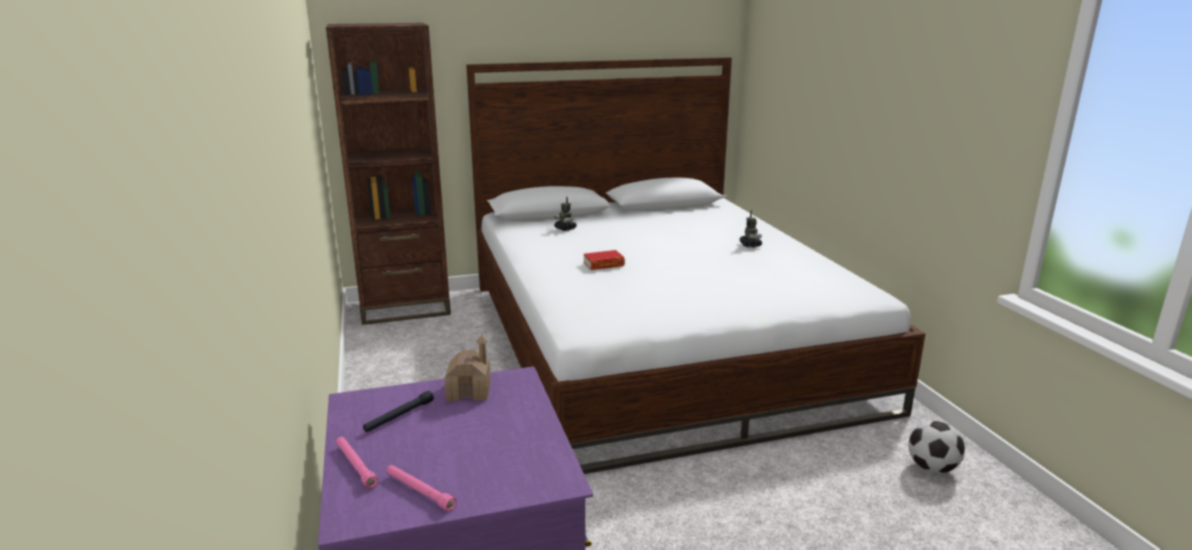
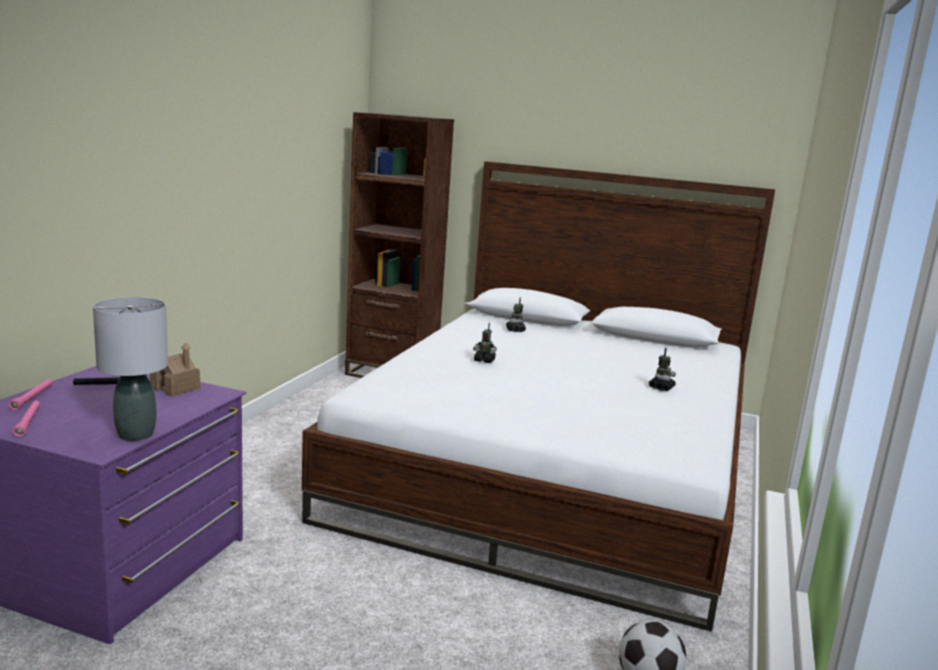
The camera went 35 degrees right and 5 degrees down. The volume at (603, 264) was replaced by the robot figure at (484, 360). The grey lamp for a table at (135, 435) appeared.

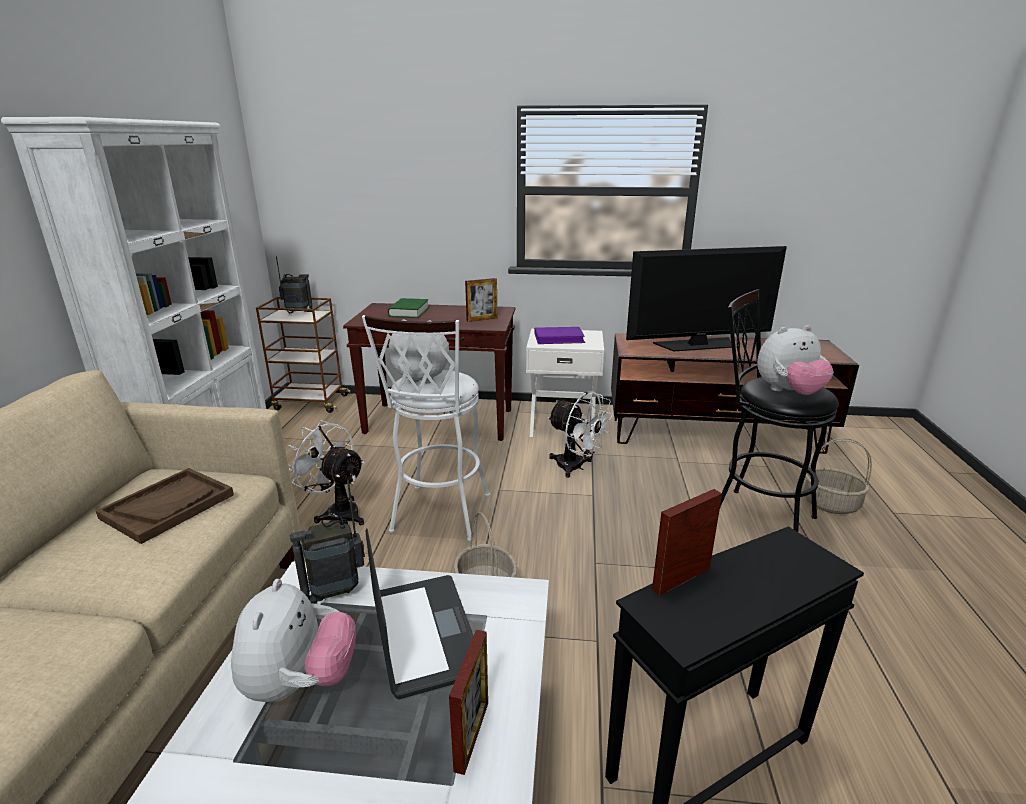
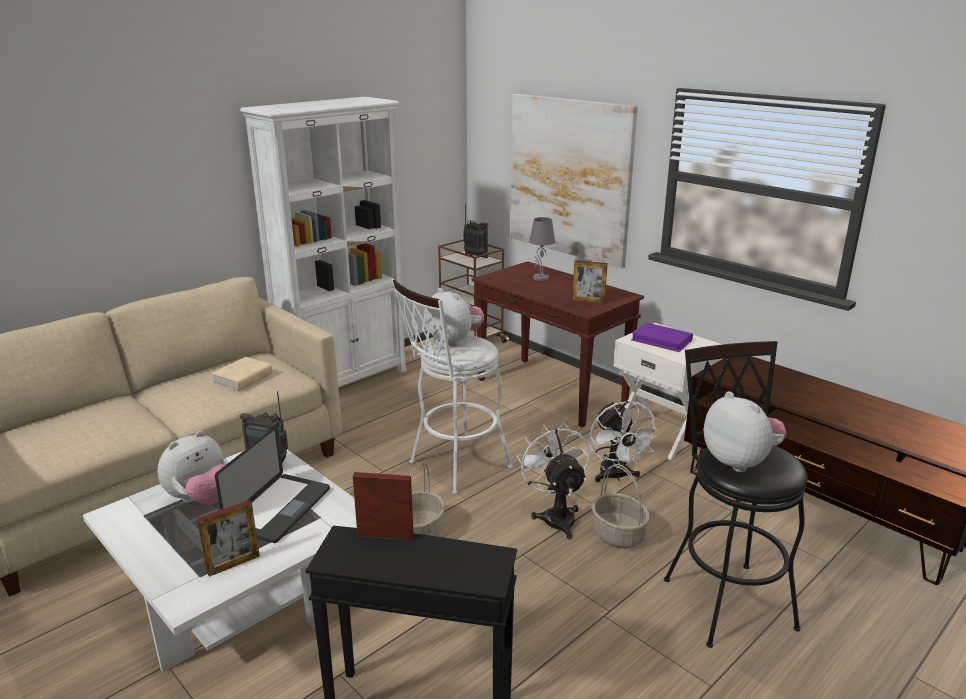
The camera went 40 degrees right and 0 degrees up. The television at (697, 345) disappeared. The green-coloured volume at (409, 312) was replaced by the grey lamp for a table at (540, 278). The soft toy at (788, 392) turned 150 degrees counterclockwise. The white-coloured electric fan moved from (337, 512) to (556, 516). The storage basket moved from (831, 504) to (618, 535). The brown carrying tray at (168, 506) was replaced by the sand-coloured volume at (243, 378). The wall picture at (569, 178) appeared.

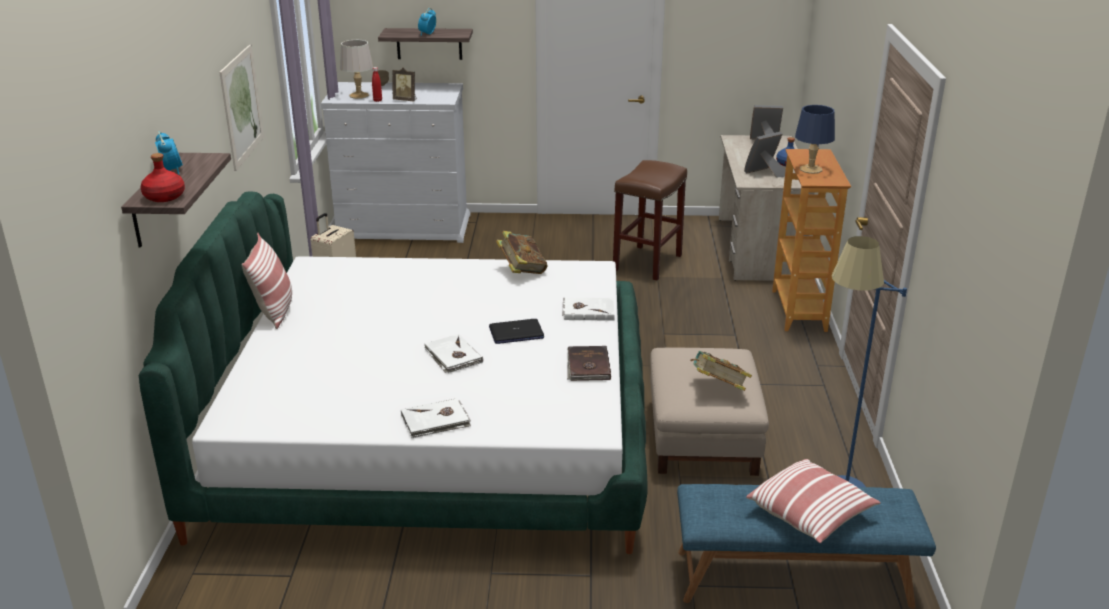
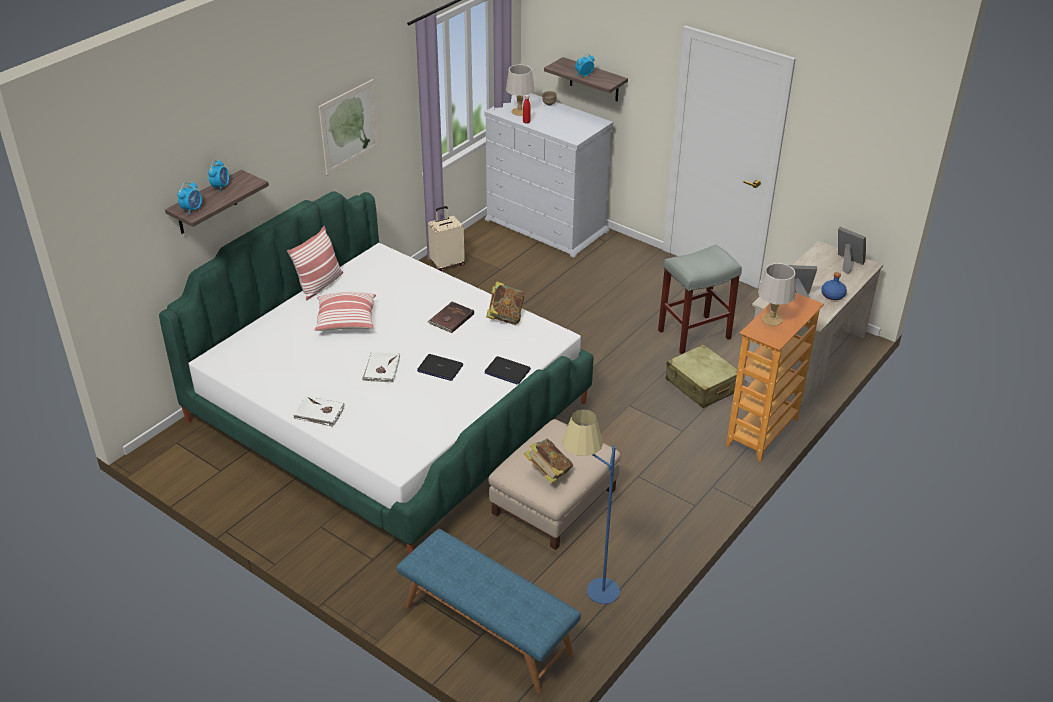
The camera went 35 degrees right and 10 degrees up. The photo frame at (405, 100) disappeared. The bluish lamp for a table at (810, 169) became the grey lamp for a table at (771, 319). The red-coloured drink bottle at (164, 196) was replaced by the alarm clock at (192, 209). The brown stool seat at (647, 262) became the grey stool seat at (694, 334). The white-coloured volume at (588, 311) was replaced by the portable computer at (507, 371). The brown volume moved from (587, 366) to (451, 319). The throw pillow moved from (811, 514) to (346, 321). The sand-coloured suitcase at (702, 385) appeared.

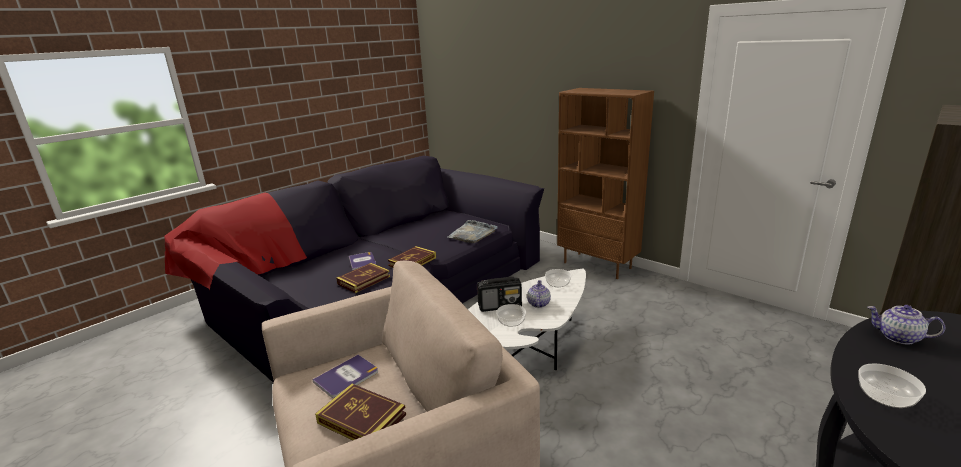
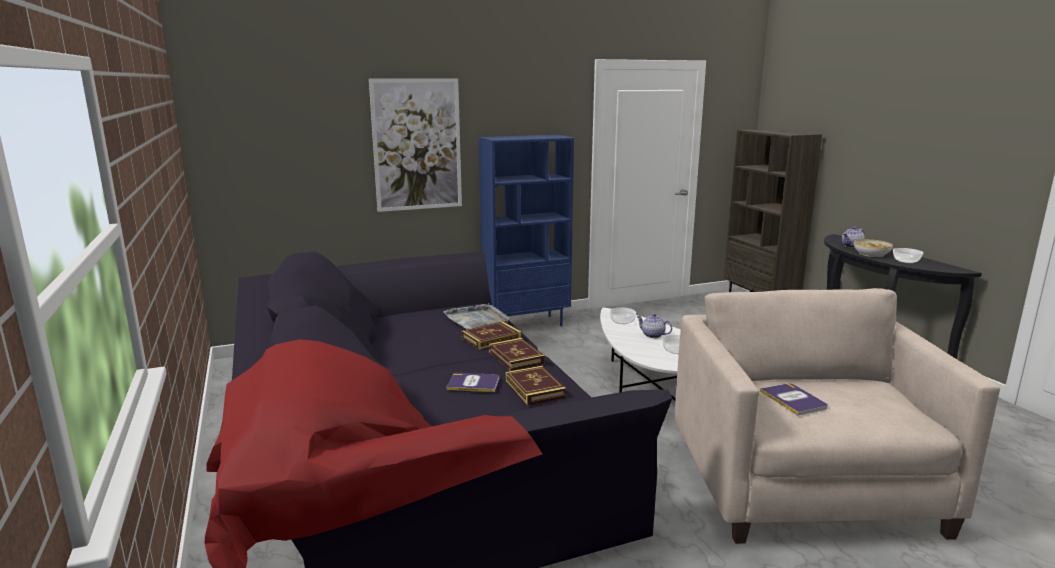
The camera went 65 degrees left and 5 degrees down. The brown bookshelf at (598, 265) became the bluish bookshelf at (526, 324). The radio set at (500, 306) disappeared. The volume moved from (362, 419) to (491, 338). The wall picture at (417, 145) appeared. The bowl at (871, 254) appeared.

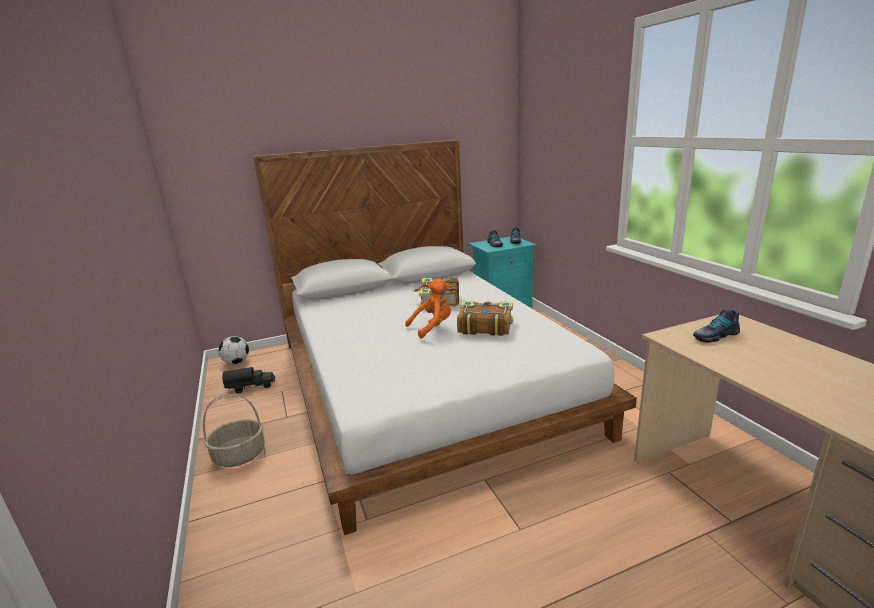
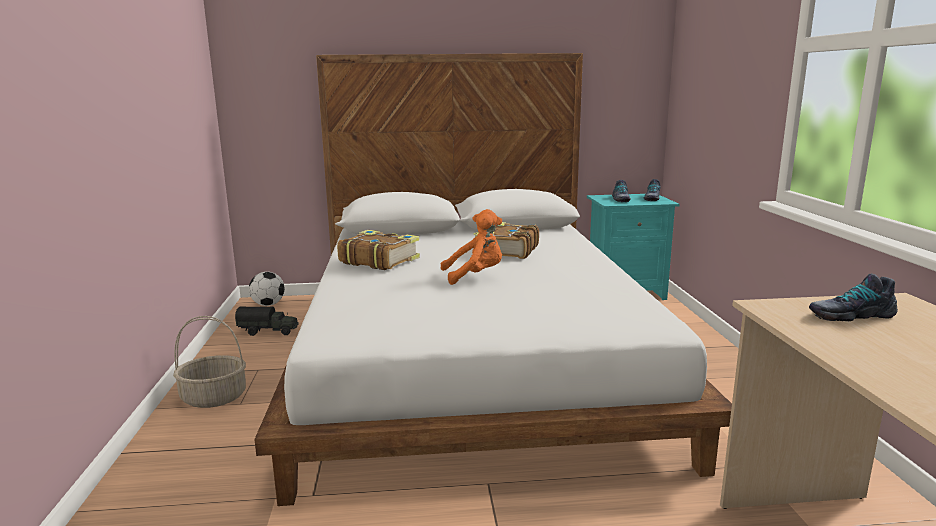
The camera went 15 degrees right and 5 degrees down. The volume moved from (484, 326) to (379, 260).

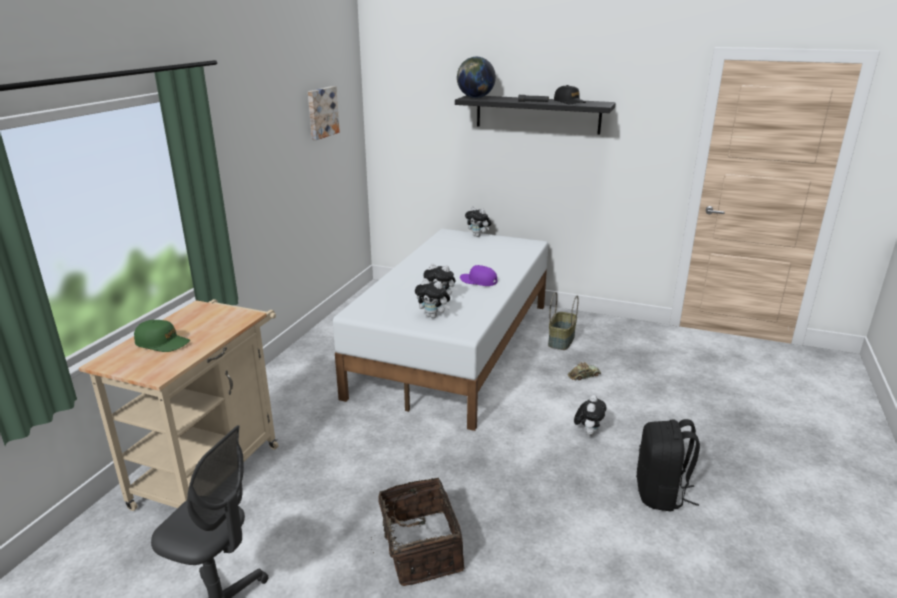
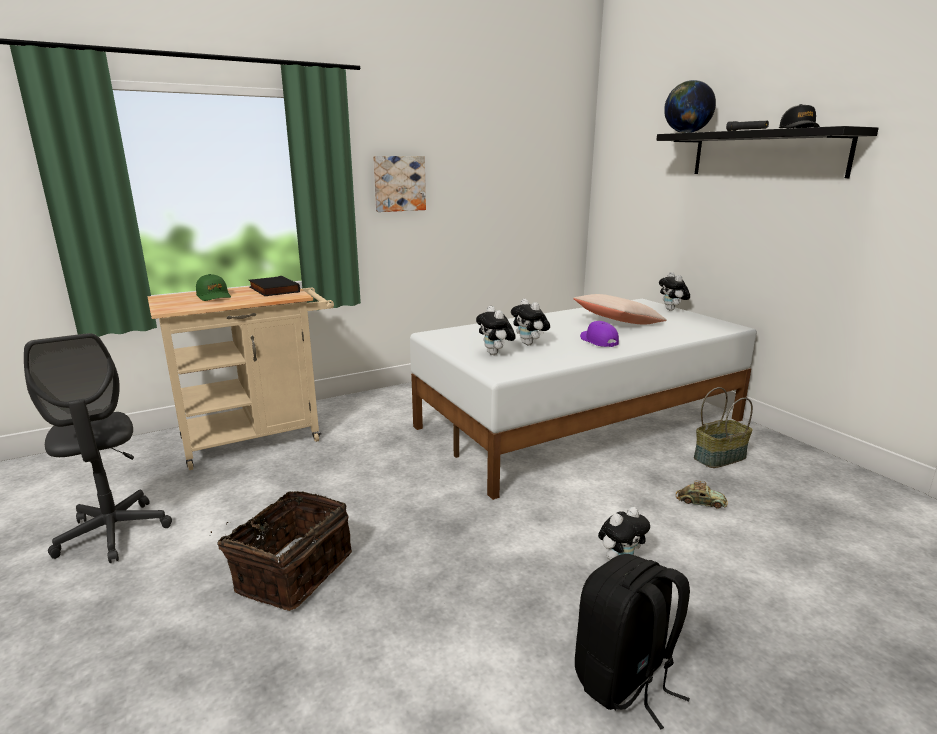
The camera went 40 degrees right and 5 degrees down. The wall picture moved from (321, 112) to (399, 183). The blackish volume at (272, 290) appeared. The sand-coloured throw pillow at (618, 322) appeared.

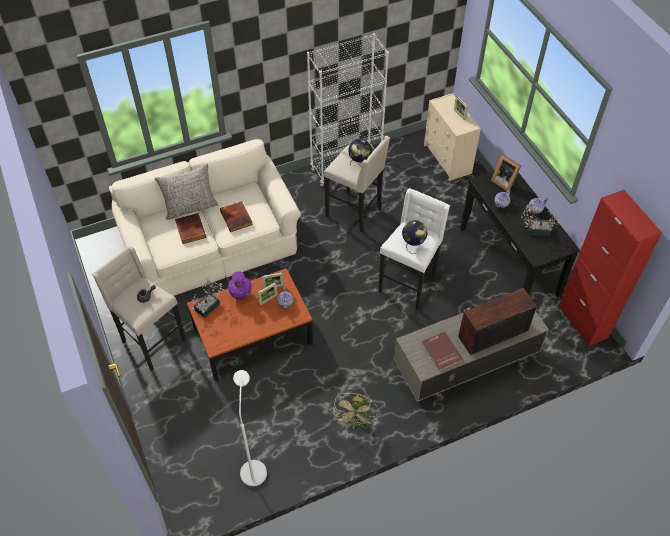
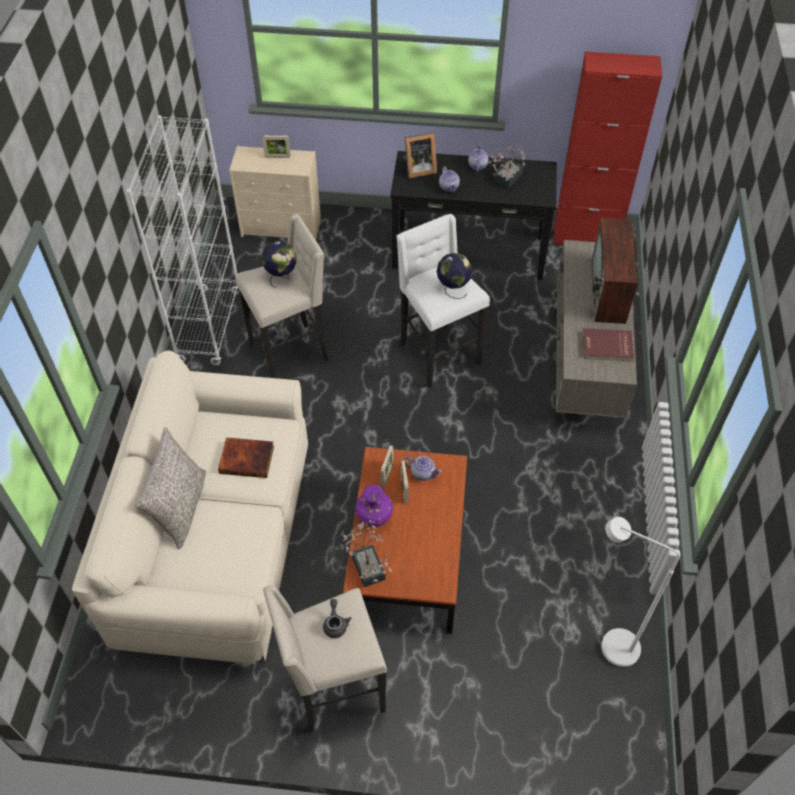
The camera went 60 degrees left and 0 degrees up. The volume at (190, 230) disappeared. The green-coloured electric fan at (357, 422) disappeared.

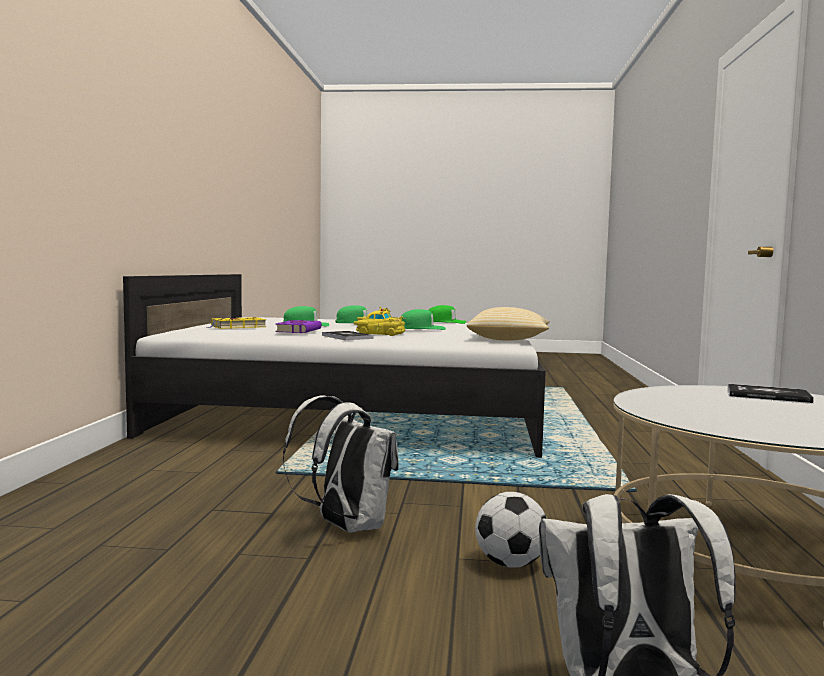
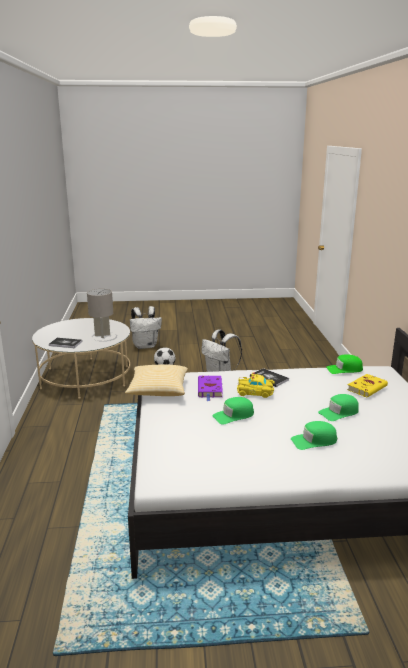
The camera went 170 degrees right and 15 degrees up. The green-coloured baseball cap moved from (445, 322) to (344, 369). The purple volume moved from (299, 330) to (210, 389). The grey lamp for a table at (102, 335) appeared.

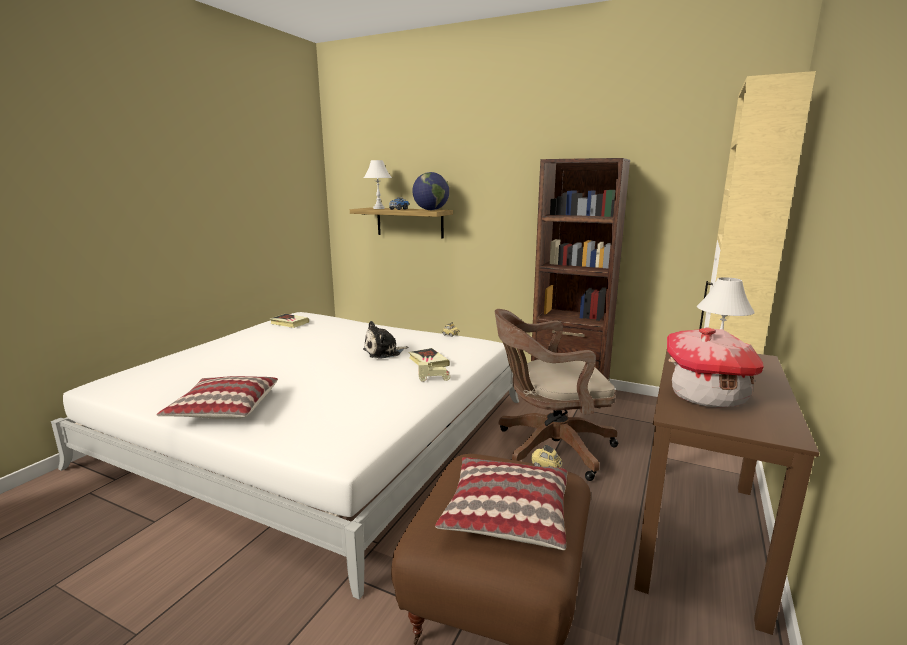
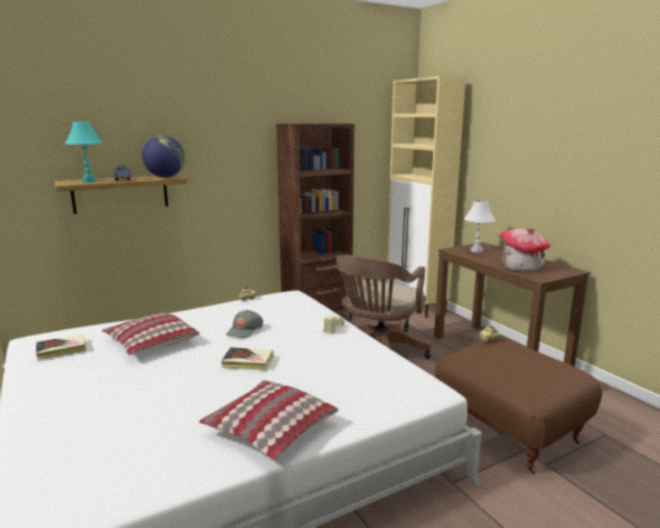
The camera went 55 degrees left and 0 degrees up. The white-coloured lamp for a table at (379, 208) became the turquoise-coloured lamp for a table at (89, 181). The soft toy at (384, 352) was replaced by the grey baseball cap at (244, 330). The volume moved from (428, 362) to (248, 362). The throw pillow moved from (506, 514) to (151, 343).

